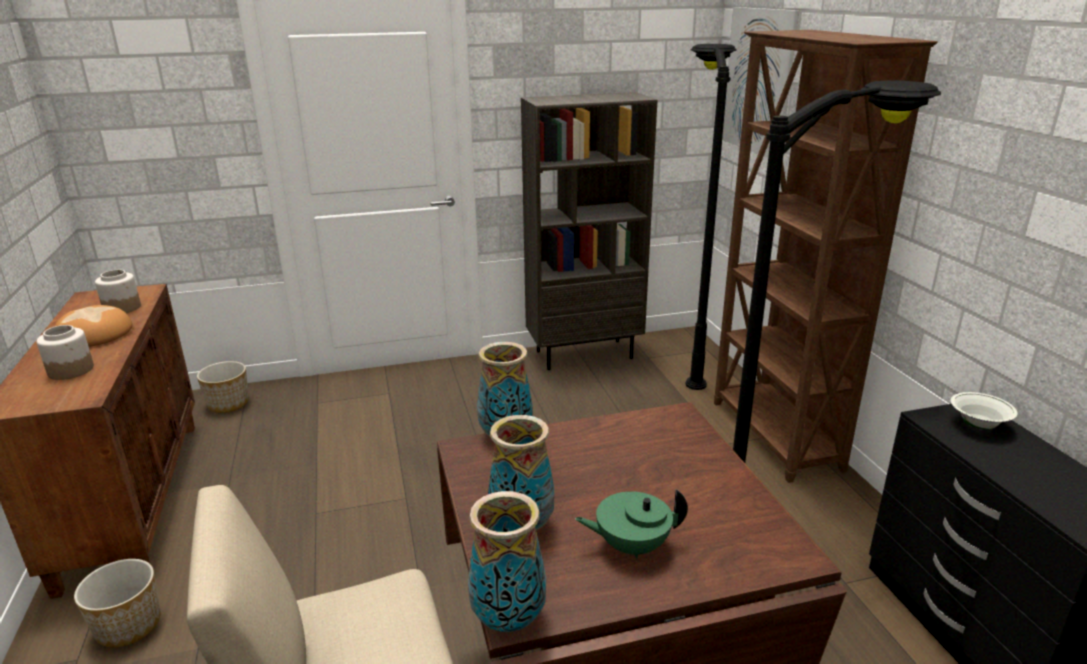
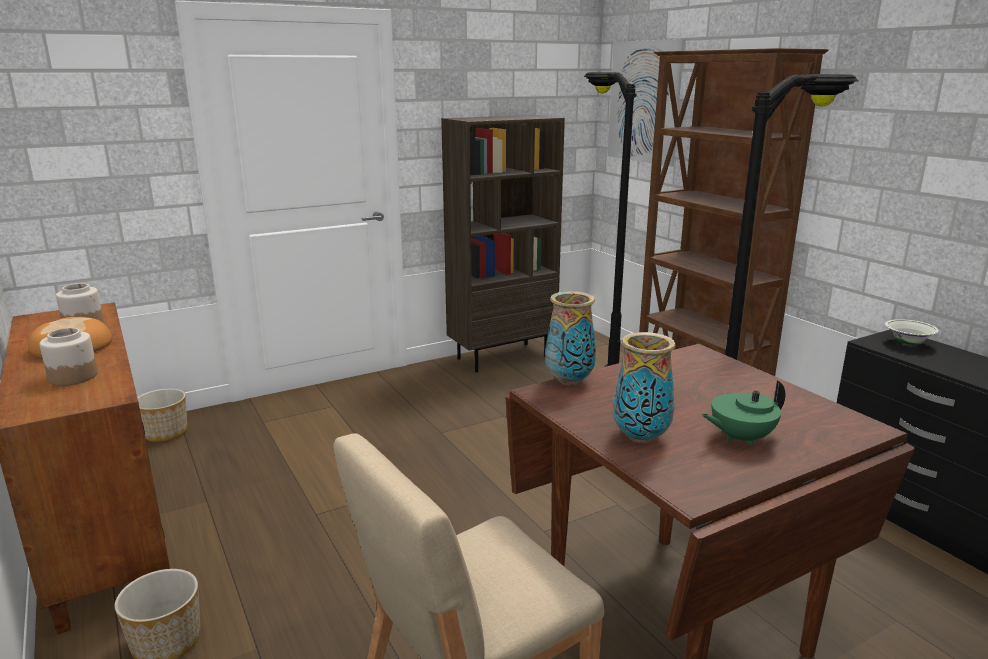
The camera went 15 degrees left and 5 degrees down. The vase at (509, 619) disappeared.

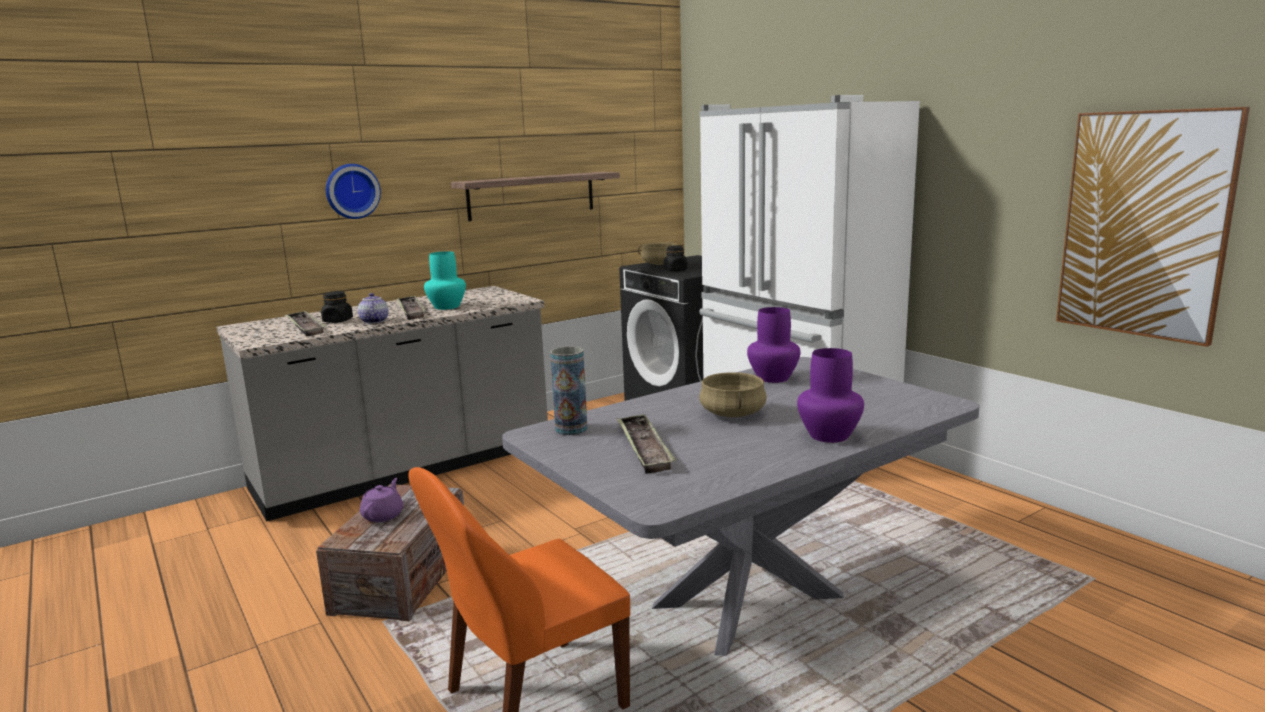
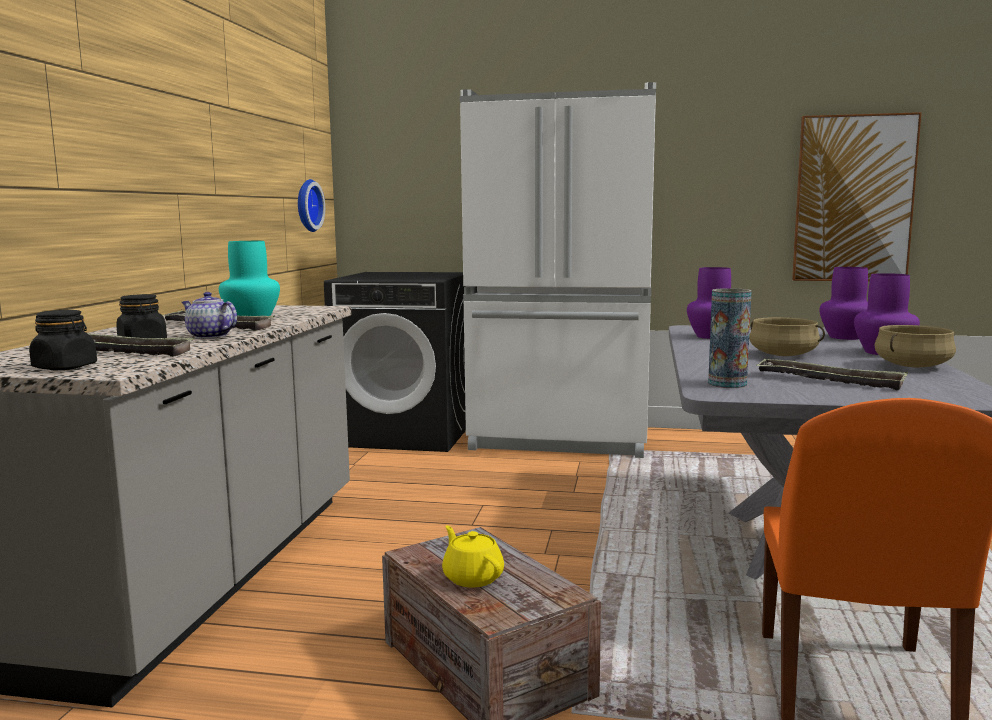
The camera went 45 degrees left and 5 degrees down. The hanging clock moved from (352, 191) to (306, 205). The shelf at (531, 195) disappeared. The sand-coloured stockpot moved from (660, 264) to (912, 366). The blackish storage jar moved from (675, 270) to (65, 367). The purple pot for tea at (383, 515) became the yellowish pot for tea at (472, 577). The purple vase at (844, 337) appeared.

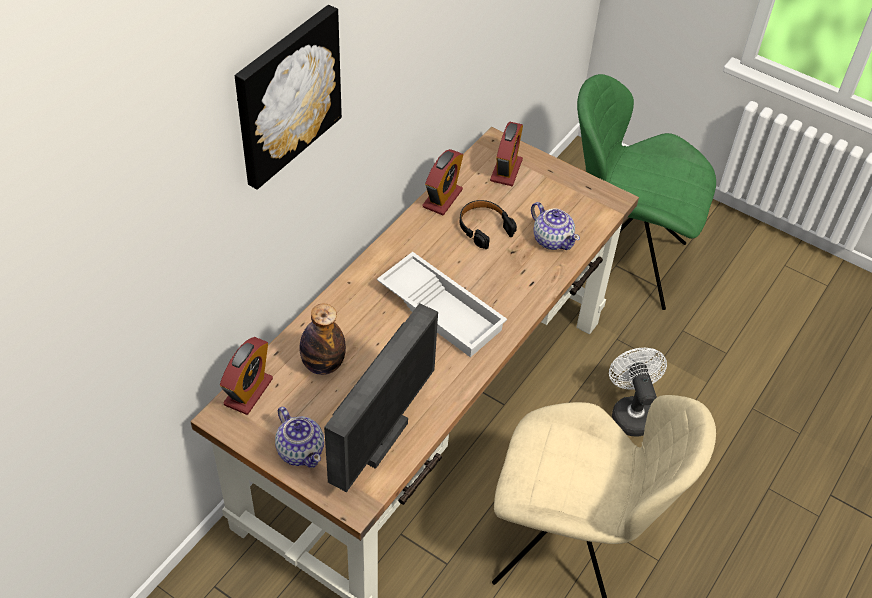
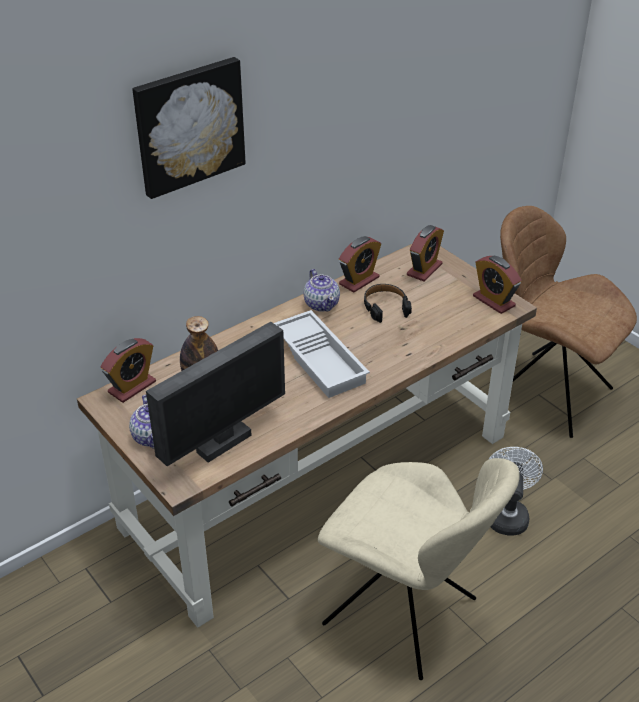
The camera went 20 degrees right and 10 degrees down. The green-coloured chair at (623, 260) became the brown chair at (546, 392). The pot for tea moved from (552, 239) to (321, 304). The alarm clock at (494, 301) appeared.

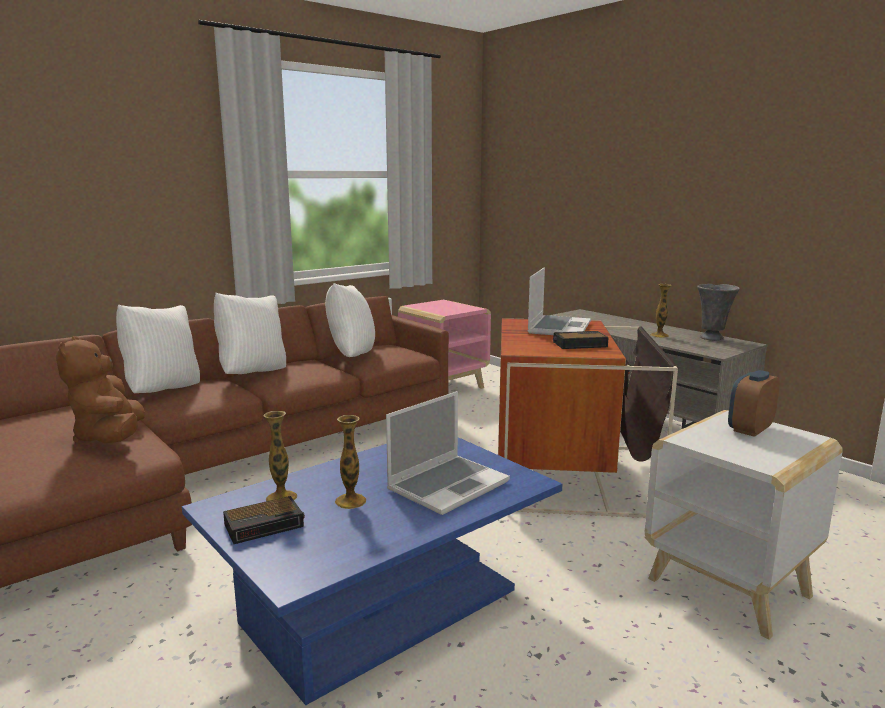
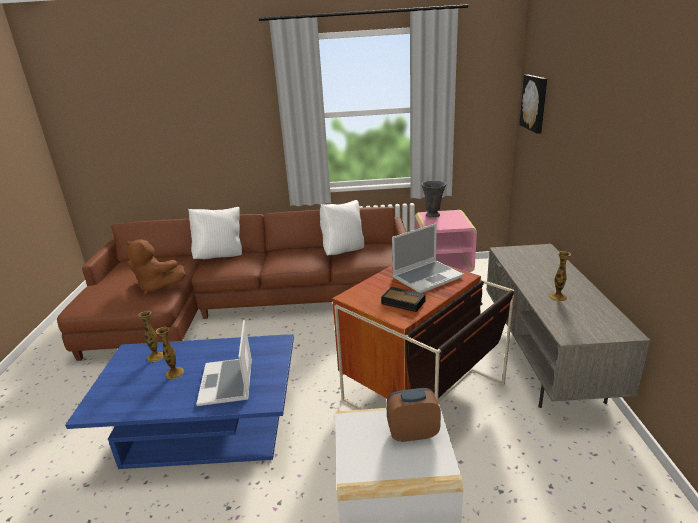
The camera went 40 degrees right and 10 degrees up. The grey vase moved from (713, 338) to (433, 215). The white-coloured throw pillow at (253, 373) disappeared. The brown soft toy at (110, 438) turned 90 degrees counterclockwise. The portable computer at (448, 485) turned 90 degrees clockwise. The alarm clock at (265, 525) disappeared. The wall picture at (535, 103) appeared.

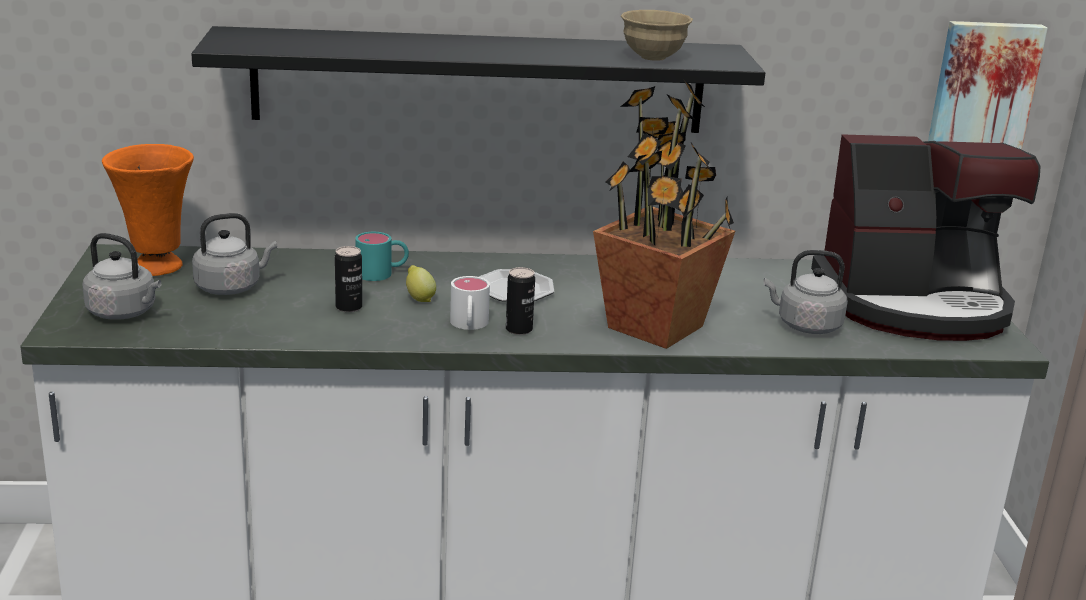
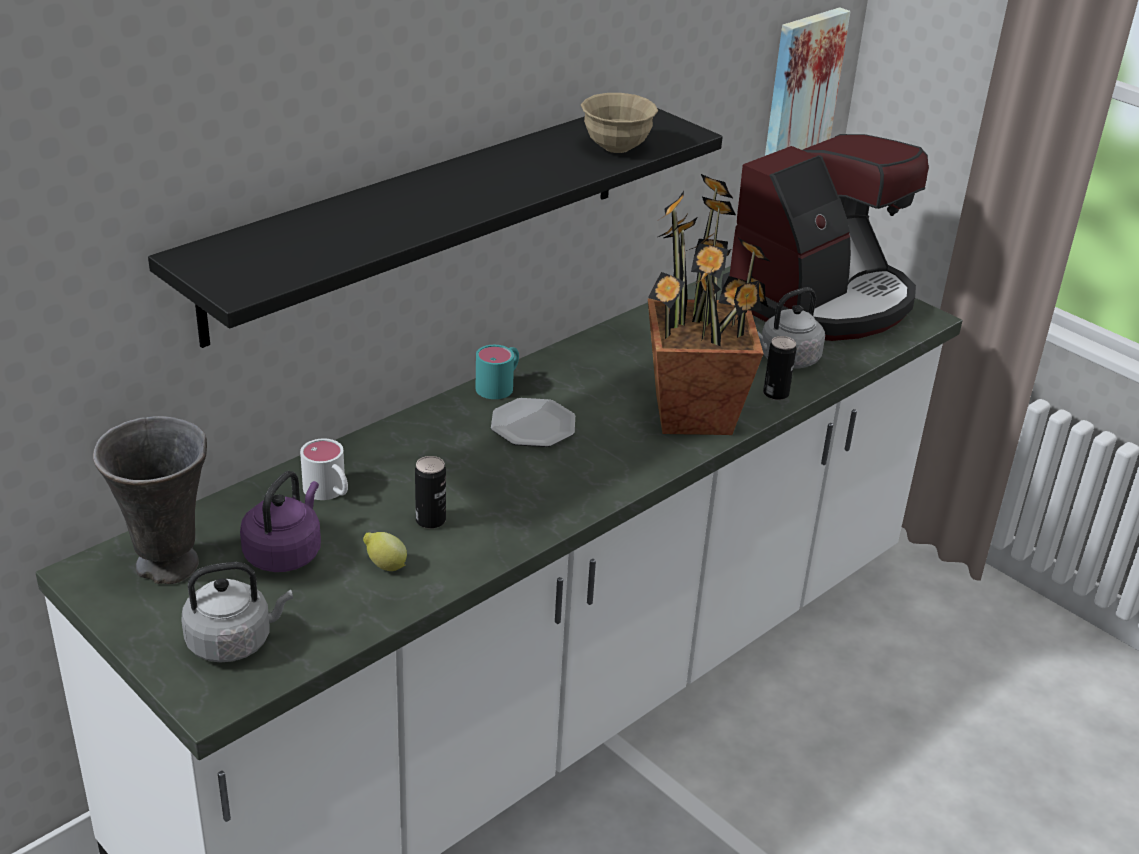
The camera went 40 degrees left and 10 degrees up. The orange-coloured vase at (156, 268) became the grey vase at (168, 567). The grey tea kettle at (231, 287) became the purple tea kettle at (285, 553). The turquoise-coloured tea mug moved from (382, 273) to (500, 385). The whole lemon moved from (419, 298) to (385, 566). The can moved from (519, 329) to (776, 394). The white-coloured tea mug moved from (469, 325) to (329, 492).

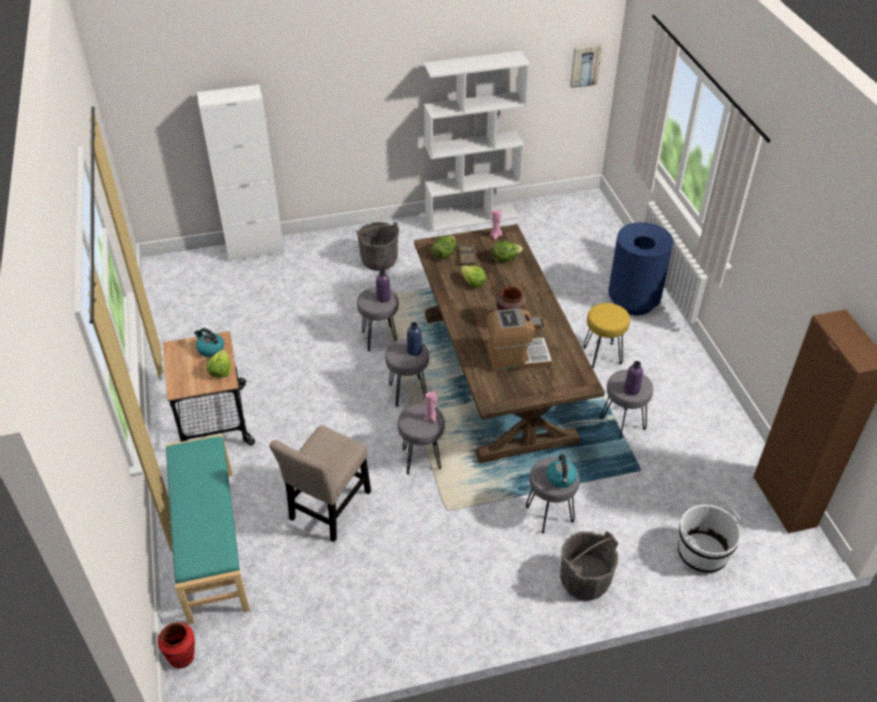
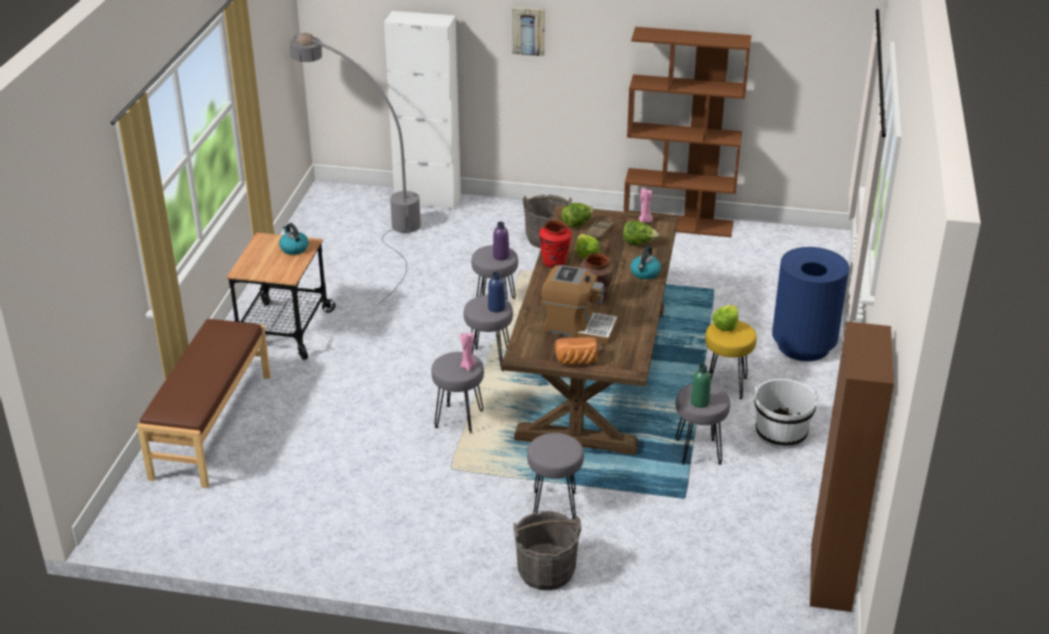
The camera went 25 degrees right and 10 degrees down. The wall picture moved from (585, 65) to (528, 30). The white-coloured bookshelf at (472, 217) became the brown bookshelf at (678, 224). The head of lettuce moved from (220, 370) to (725, 325). The purple drink bottle at (631, 389) became the green-coloured drink bottle at (699, 402). The sand-coloured chair at (328, 509) disappeared. The turquoise-coloured long seat at (210, 543) became the brown long seat at (211, 425). The tea kettle moved from (561, 478) to (645, 273). The white-coloured bucket moved from (702, 554) to (781, 433). The red-coloured vase moved from (182, 657) to (554, 263). The grey standing lamp at (368, 224) appeared. The baked bread at (576, 361) appeared.

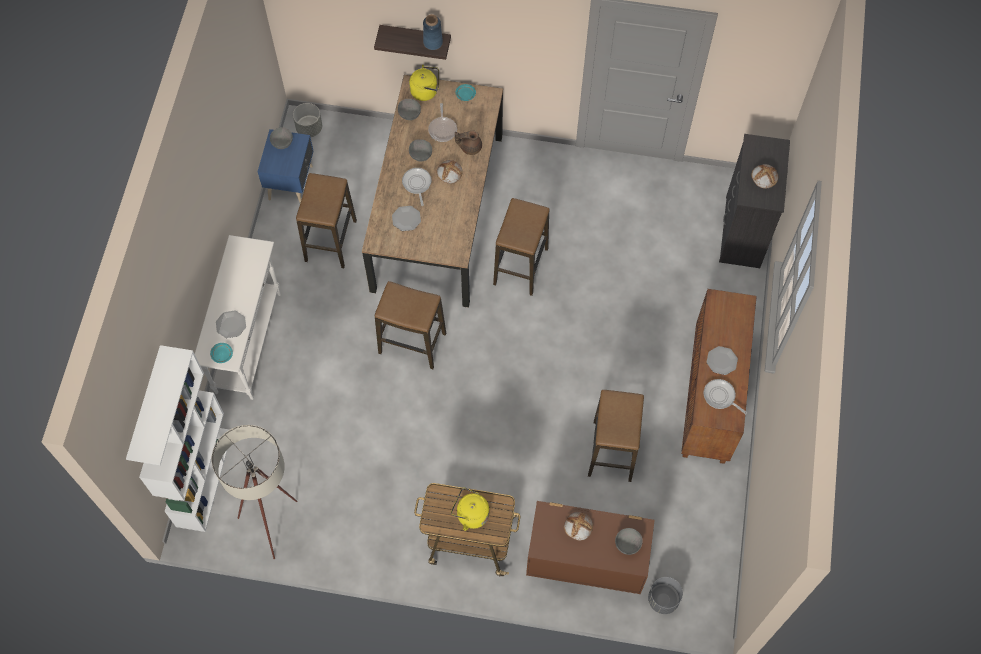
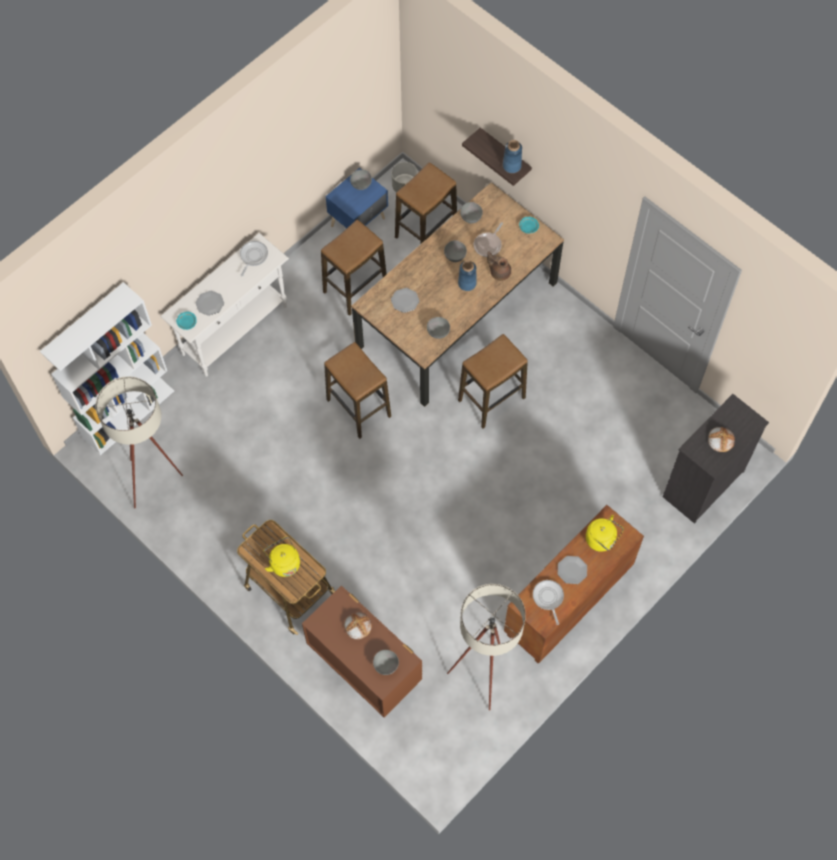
The camera went 35 degrees right and 0 degrees up. The yellowish tea kettle moved from (426, 91) to (602, 540). The baked bread at (449, 173) was replaced by the bluish vase at (467, 283). The pan moved from (417, 184) to (253, 256). The stool seat moved from (612, 451) to (426, 231). The grey plant pot at (663, 600) disappeared. The grey bowl at (438, 331) appeared. The sand-coloured standing lamp at (484, 673) appeared.

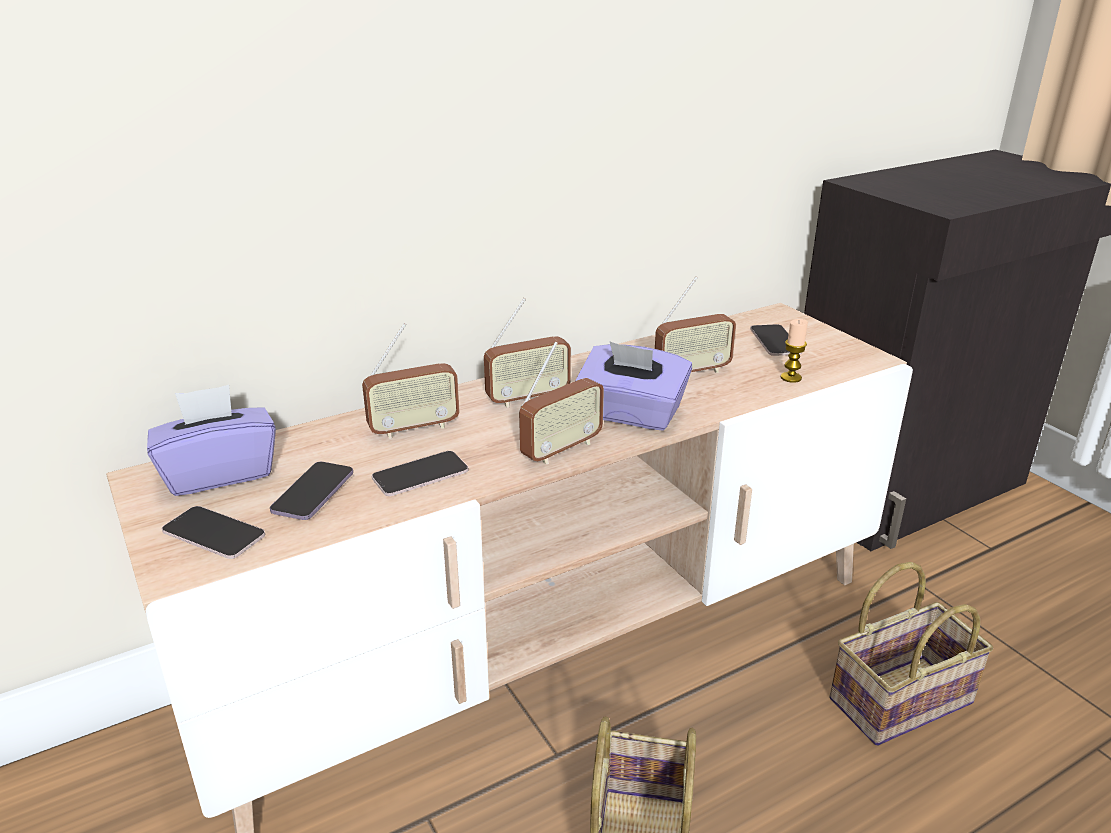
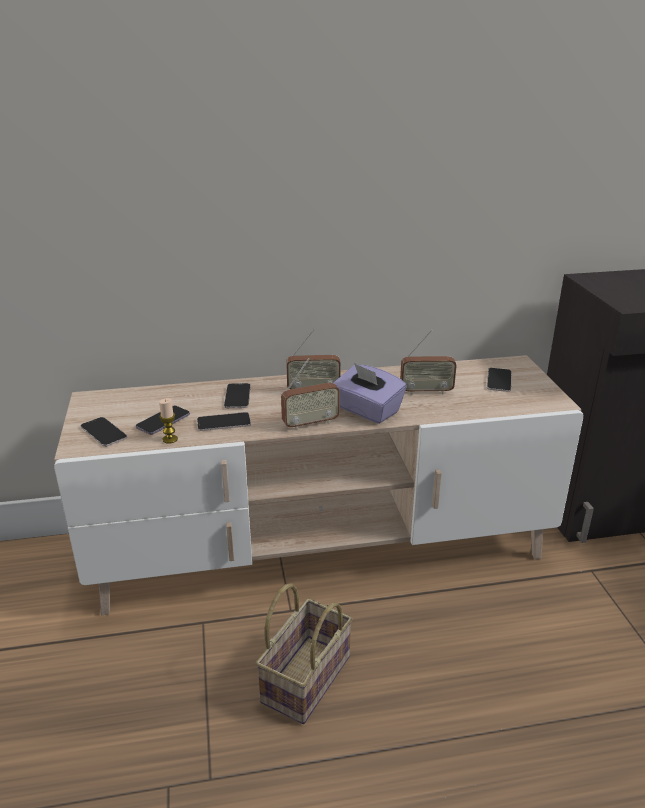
The camera went 20 degrees right and 0 degrees up. The wax candle moved from (791, 378) to (170, 439). The radio set at (414, 428) was replaced by the telephone at (237, 396). The purple tissue holder at (219, 473) disappeared. The storage basket at (901, 698) disappeared.

